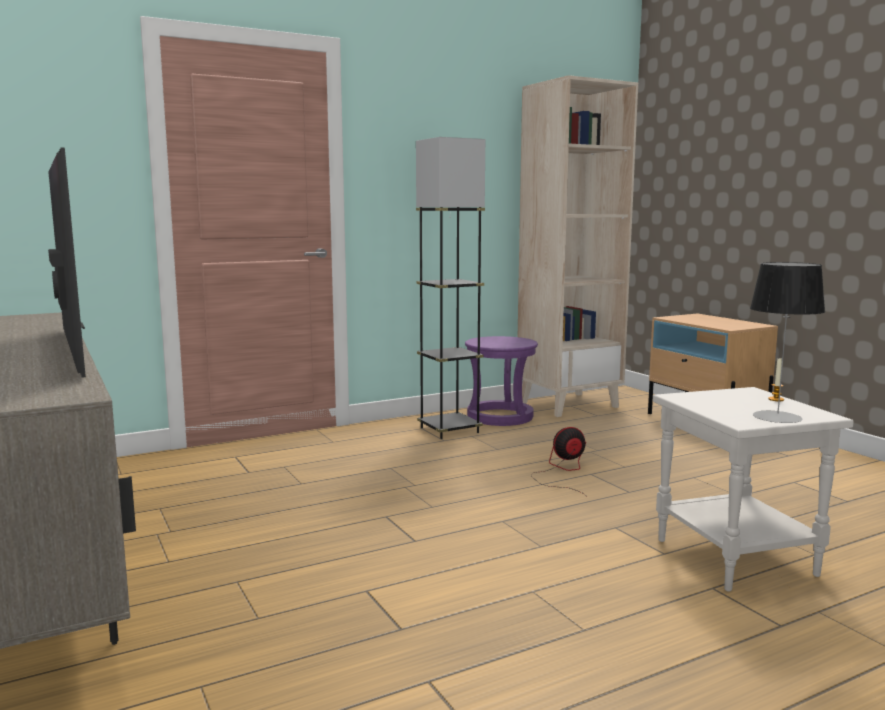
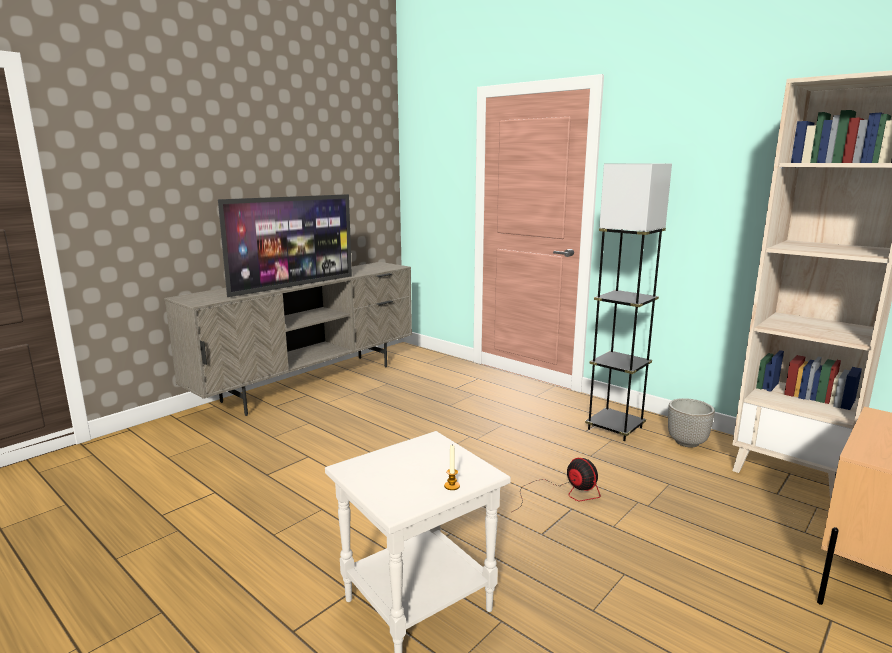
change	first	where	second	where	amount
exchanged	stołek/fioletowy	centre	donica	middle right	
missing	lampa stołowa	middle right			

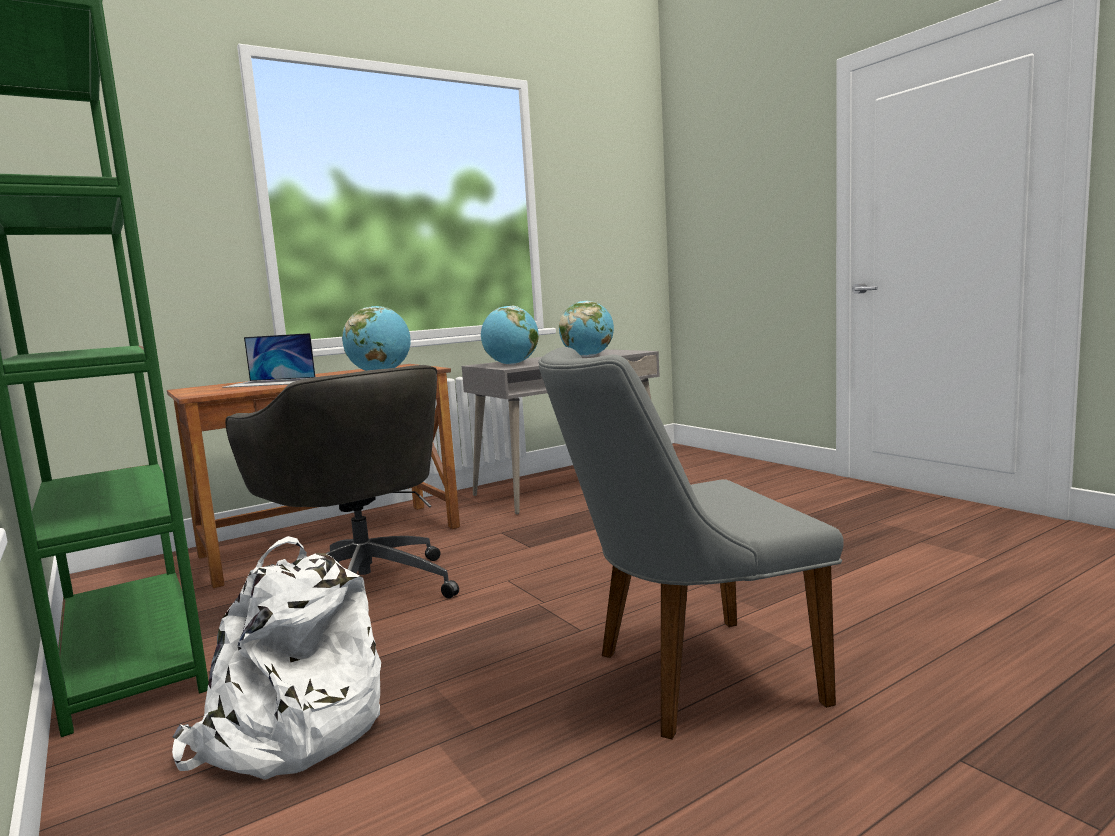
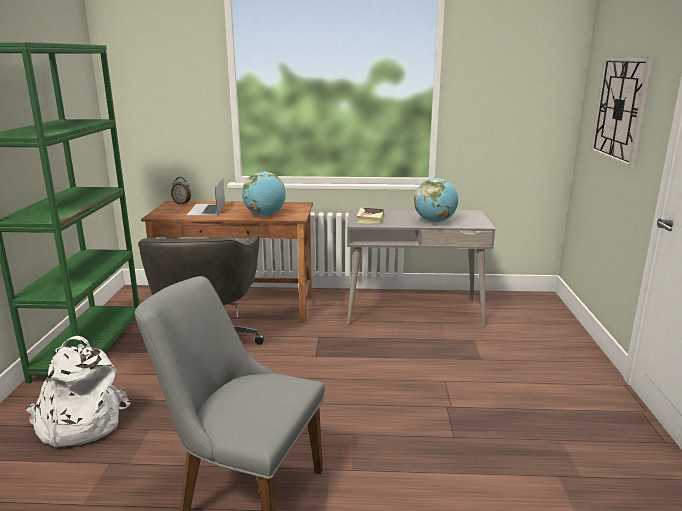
change	first	where	second	where	amount
spun	laptop	middle left		middle left	45 degrees clockwise
exchanged	globus (no. 2 from left)	centre	książka	centre	
appeared			budzik	middle left	
appeared			zegar ścienny	top right	

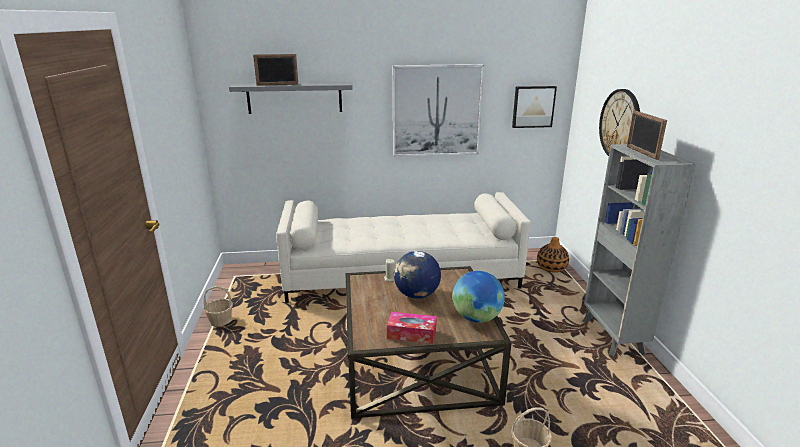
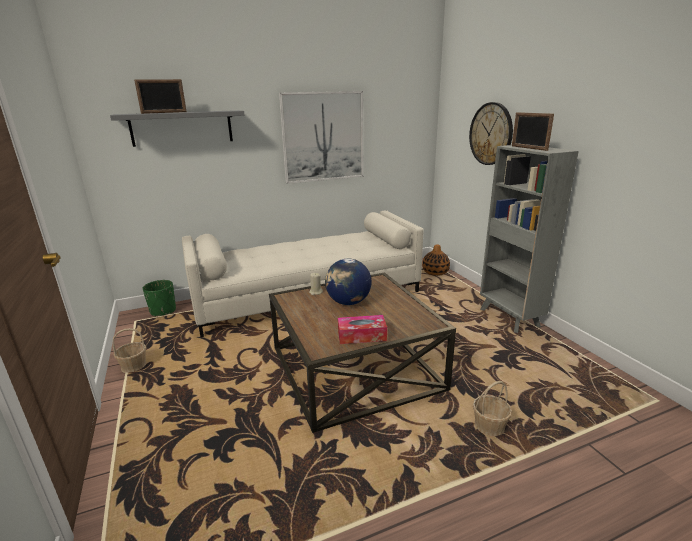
change	first	where	second	where	amount
missing	globus (no. 2 from left)	centre			
missing	obraz (no. 2 from left)	top right			
appeared			donica/zielony	middle left	

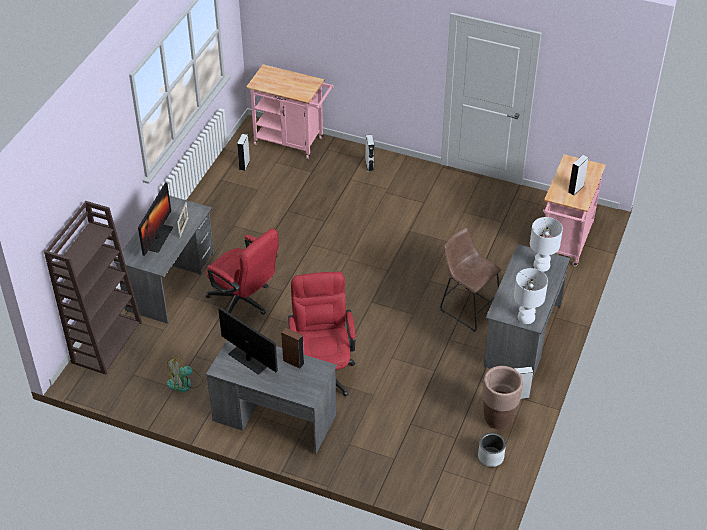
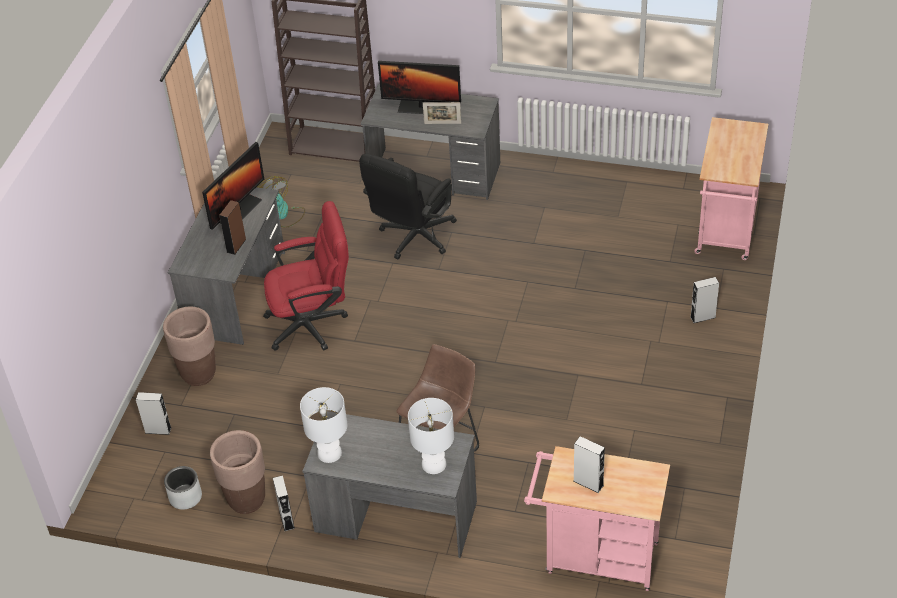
change	first	where	second	where	amount
colour	krzesło biurowe/czerwony (no. 1 from left)	centre	krzesło biurowe/czarny	centre	
relocated	głośnik/szary (no. 1 from left)	top centre		bottom left	
appeared			donica/brązowy (no. 1 from left)	middle left	

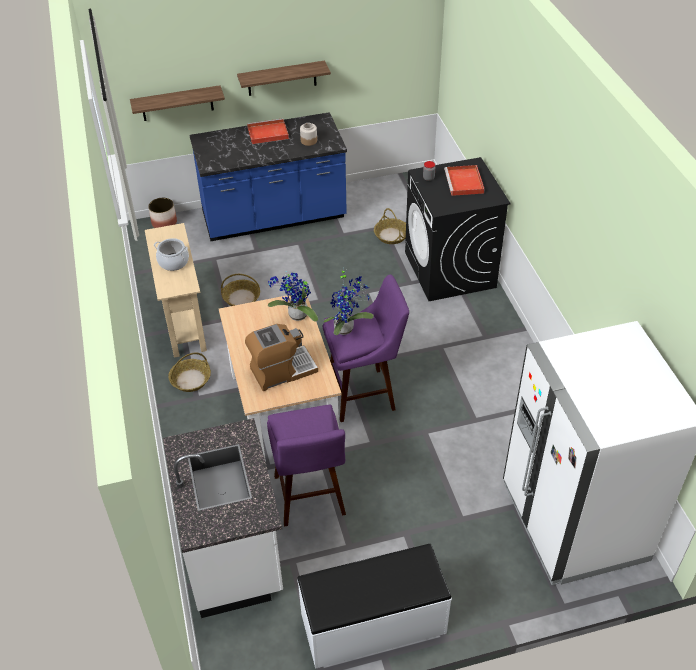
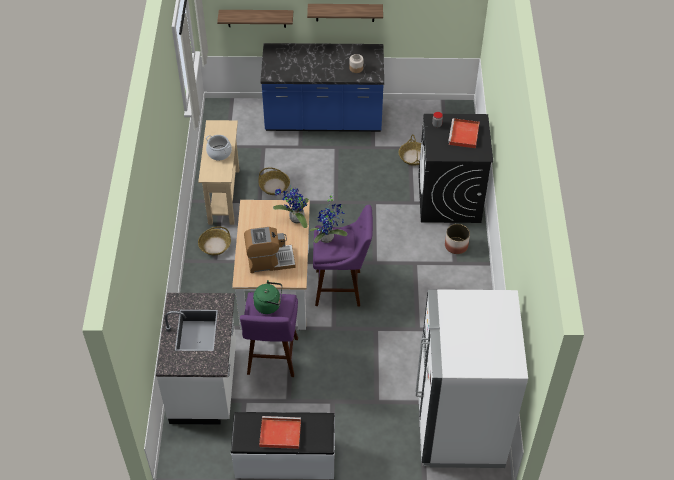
change	first	where	second	where	amount
relocated	donica	top left		middle right	
relocated	taca/czerwony (no. 1 from left)	top centre		bottom centre	
appeared			czajnik/zielony	centre	

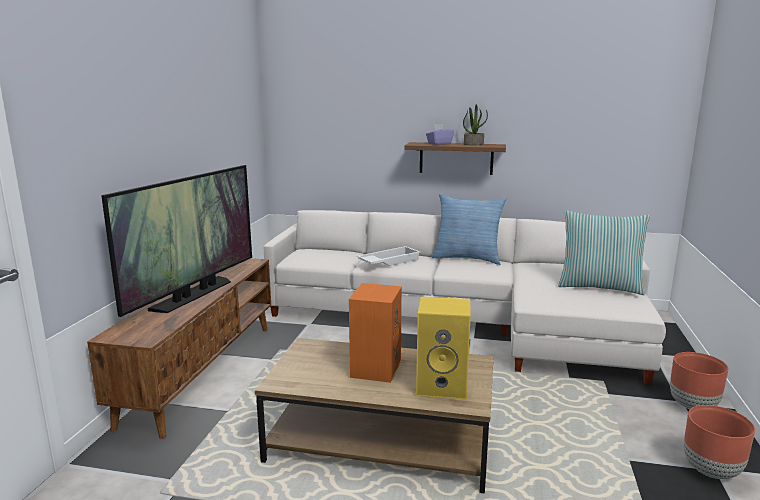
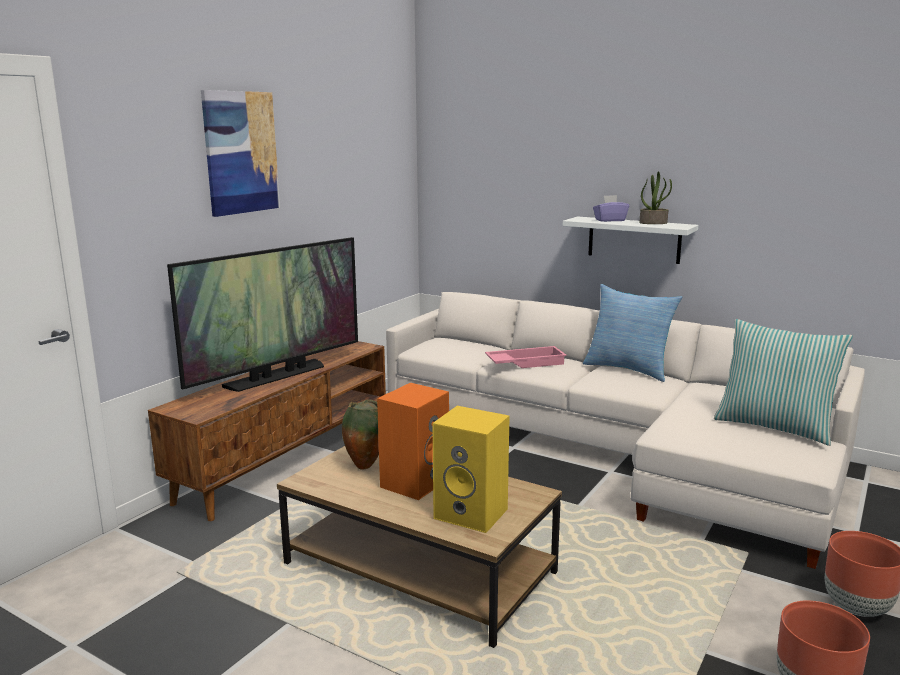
change	first	where	second	where	amount
colour	taca/biały	centre	taca/różowy	centre	
colour	półka/brązowy	top centre	półka/biały	middle right	
appeared			obraz	top left	
appeared			wazon	centre	

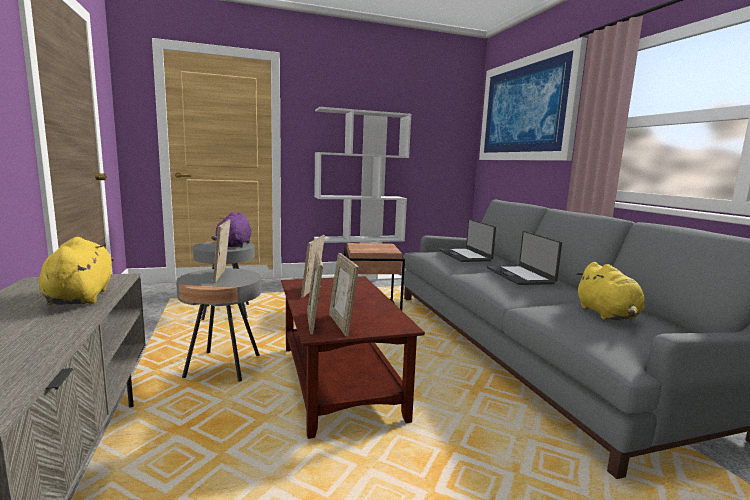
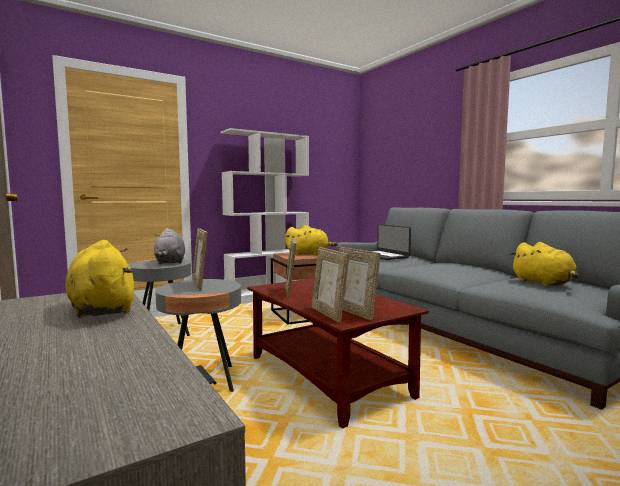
change	first	where	second	where	amount
colour	pluszak/fioletowy	middle left	pluszak/szary	middle left	
missing	obraz	top right			
missing	laptop (no. 2 from left)	middle right			
appeared			pluszak/żółty (no. 2 from left)	centre	

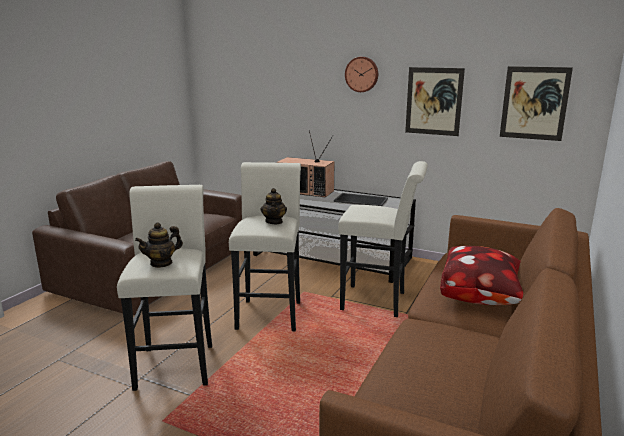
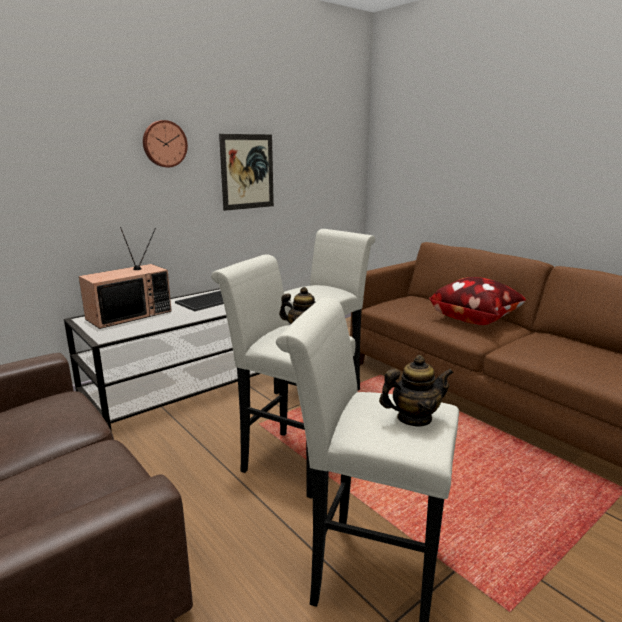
change	first	where	second	where	amount
spun	imbryk (no. 1 from left in the first image)	middle left	imbryk (no. 2 from left)	middle right	90 degrees counterclockwise
missing	obraz (no. 2 from left)	top right			

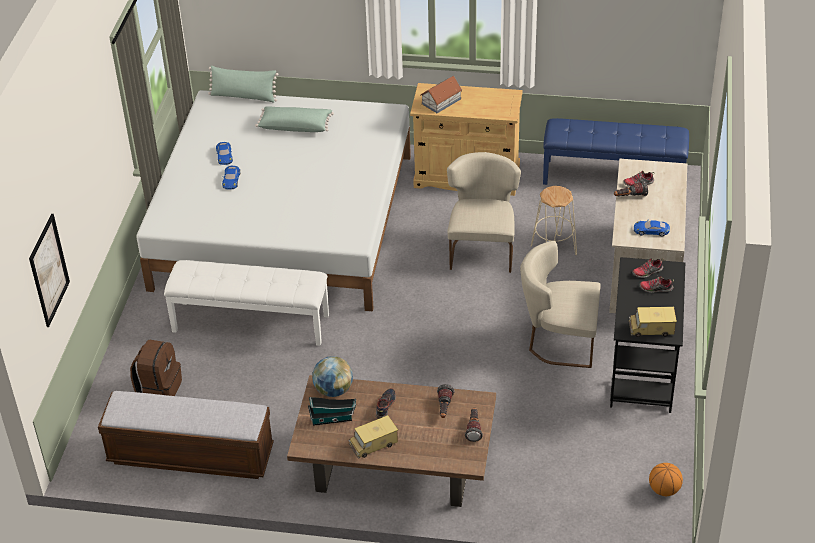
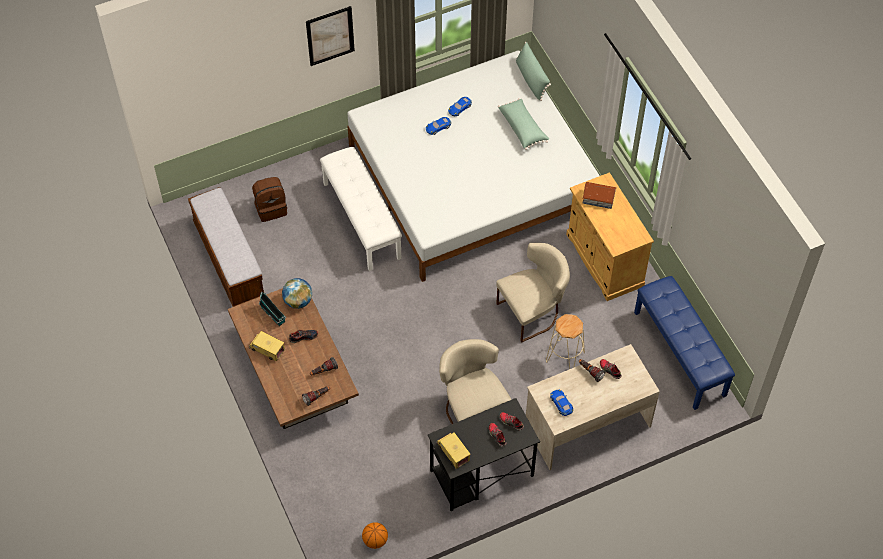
change	first	where	second	where	amount
relocated	obraz	middle left		top centre	

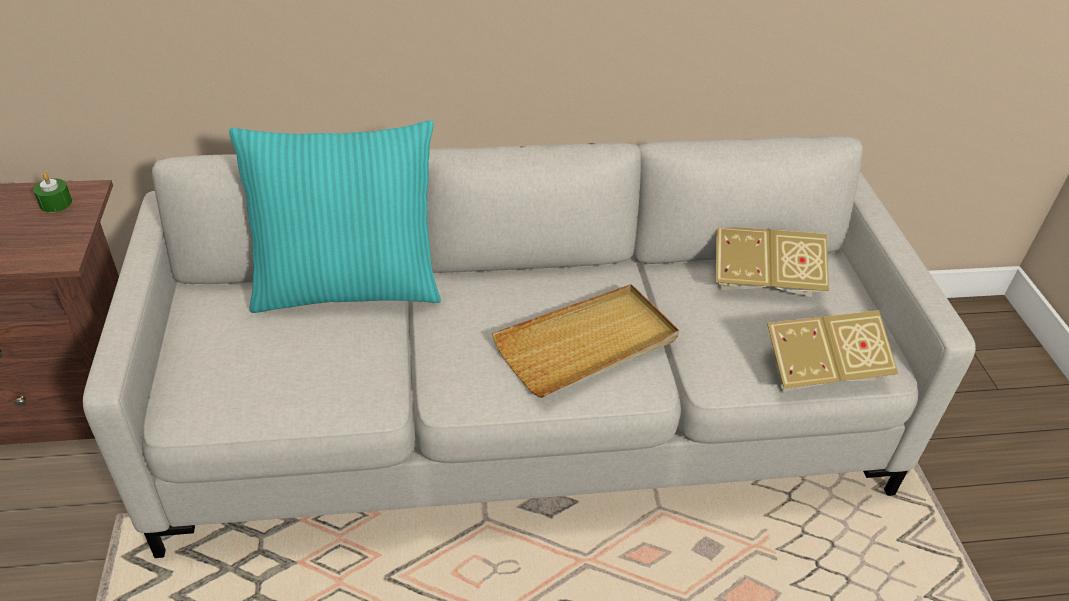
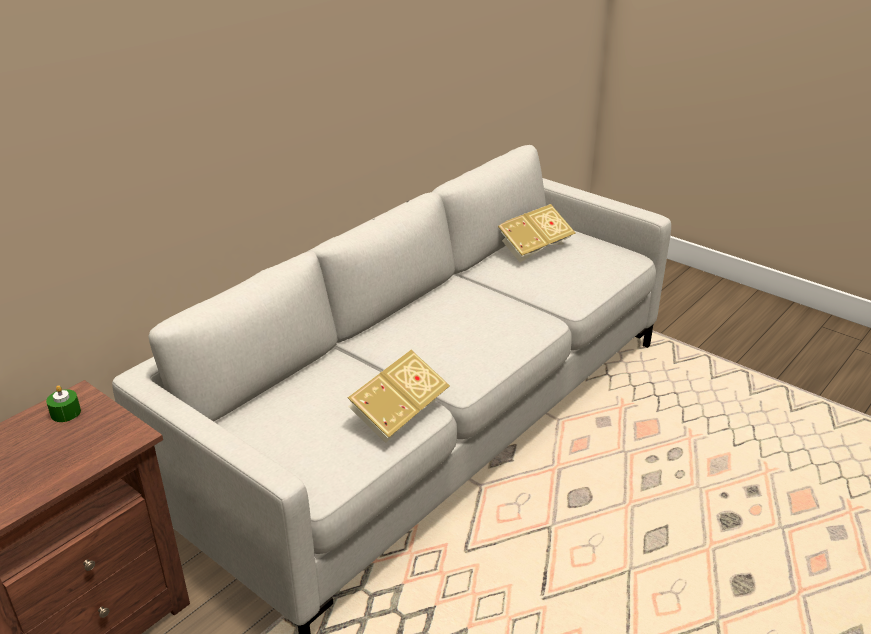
change	first	where	second	where	amount
missing	poduszka/turkusowy	middle left			
missing	taca/beżowy	centre			
relocated	książka (no. 2 from left in the first image)	middle right	książka (no. 1 from left)	centre	

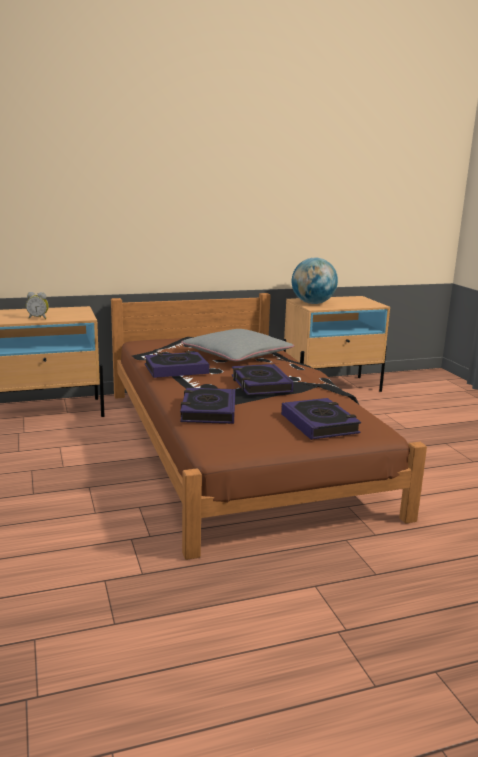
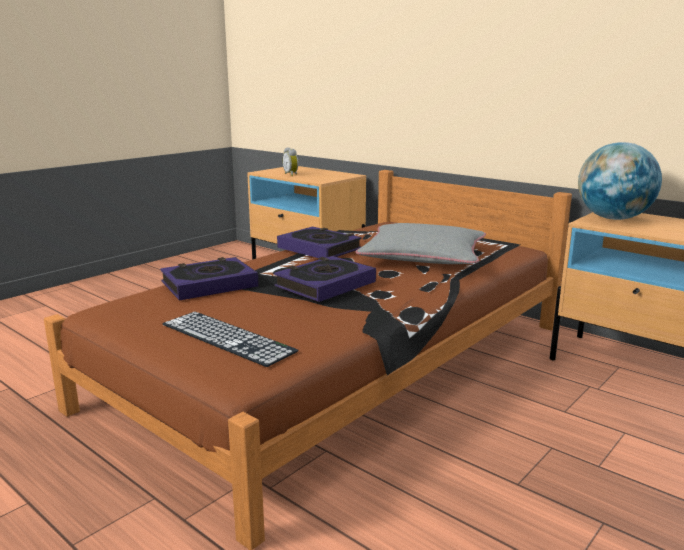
change	first	where	second	where	amount
exchanged	książka (no. 4 from left)	middle right	klawiatura	centre	

